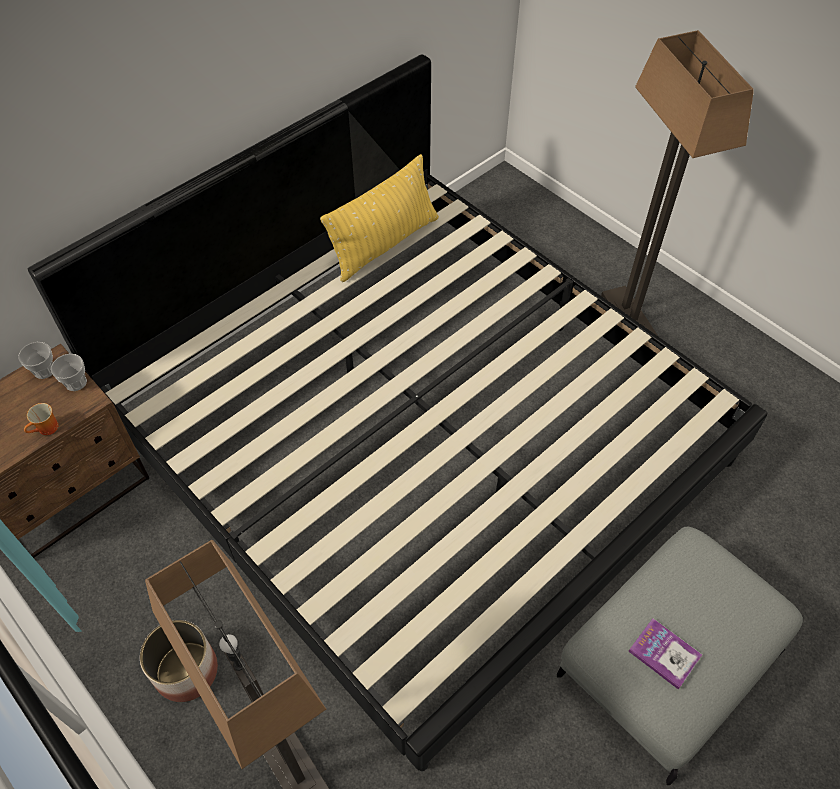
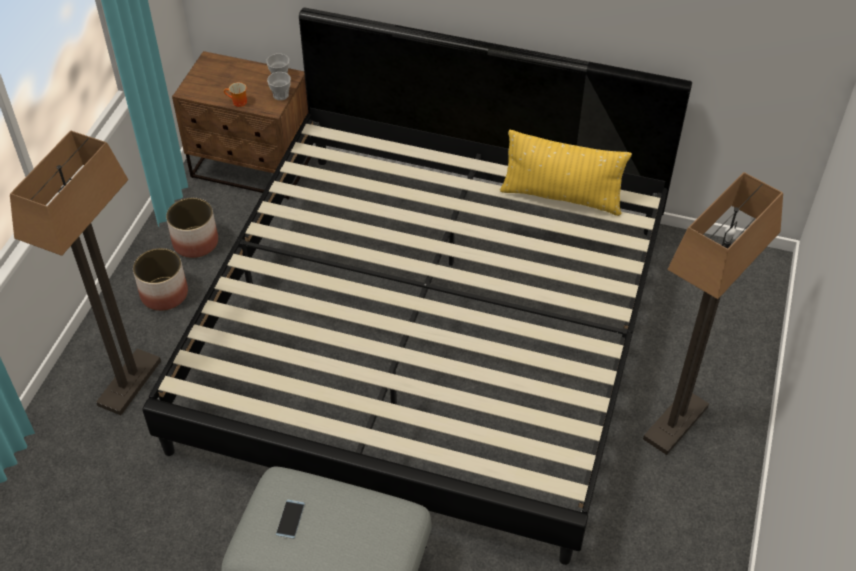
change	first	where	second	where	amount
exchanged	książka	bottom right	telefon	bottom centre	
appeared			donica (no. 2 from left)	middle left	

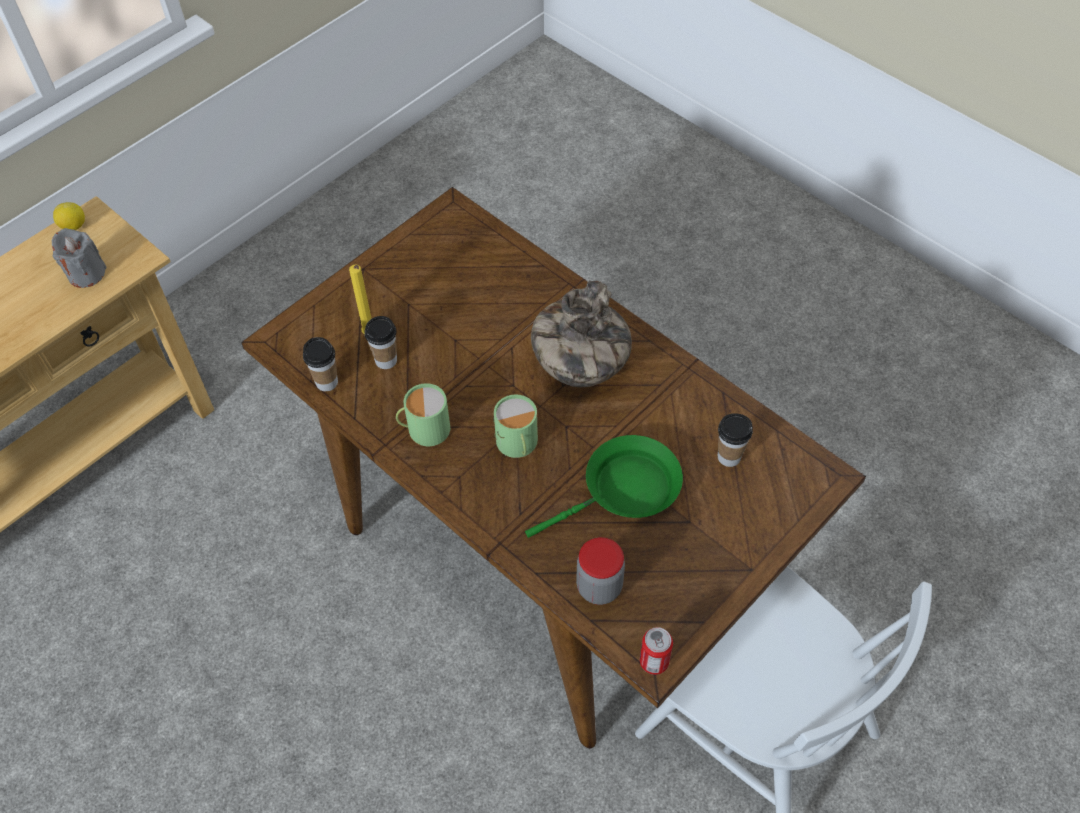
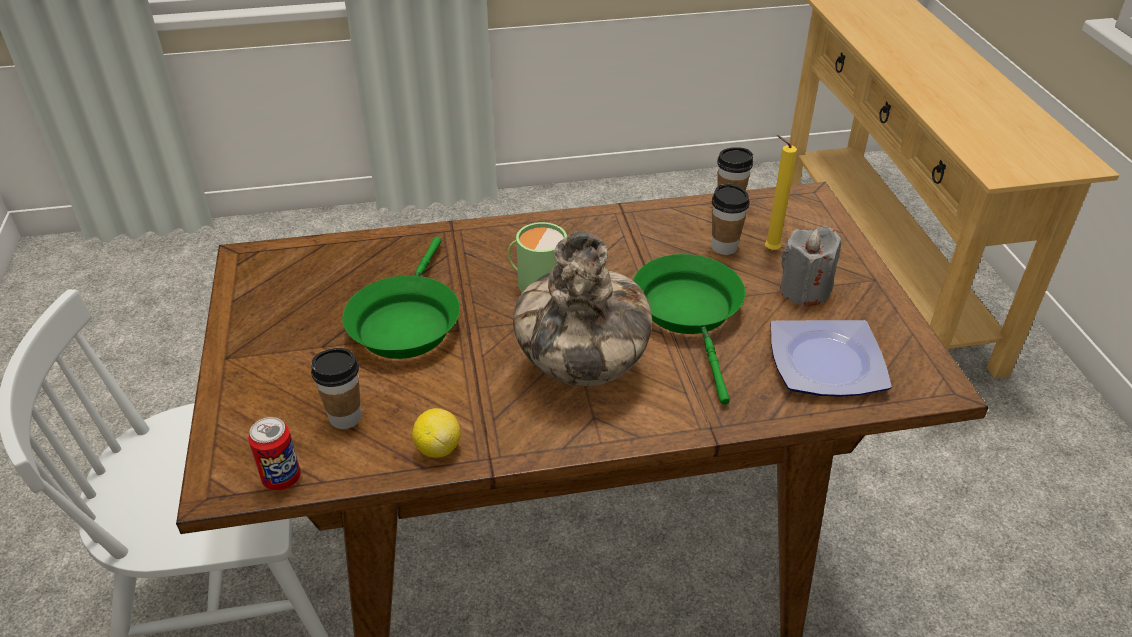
change	first	where	second	where	amount
relocated	świeca/szary	top left		middle right	
relocated	cytryna	top left		bottom centre	
missing	kubek/zielony (no. 1 from left)	centre			
missing	słoik	bottom centre			
relocated	puszka	bottom centre		bottom left	
appeared			patelnia/zielony (no. 2 from left)	centre	
appeared			talerz	middle right	

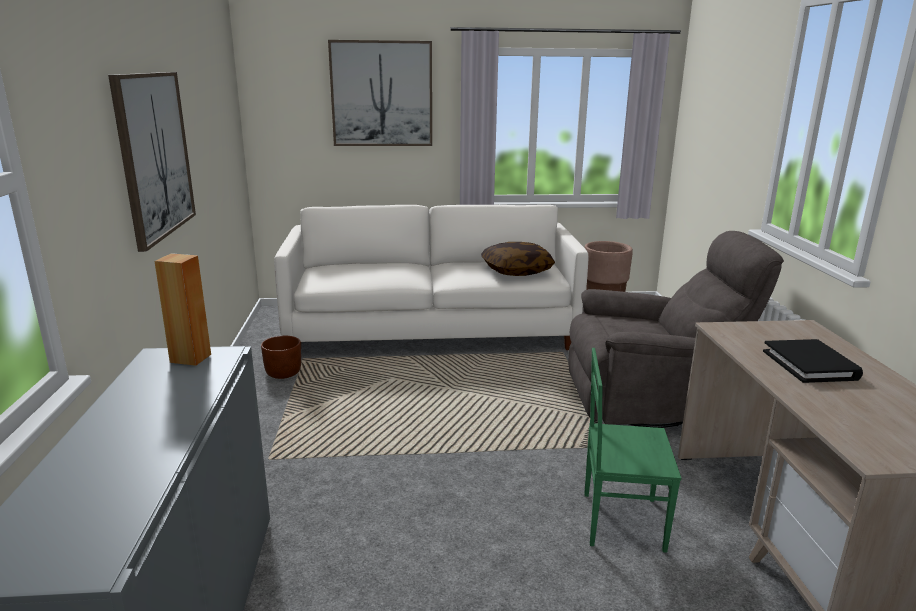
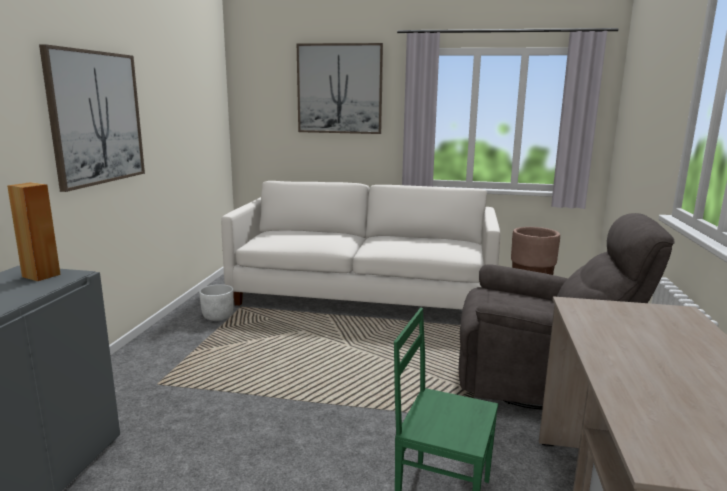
change	first	where	second	where	amount
colour	donica/brązowy (no. 1 from left)	middle left	donica/biały	middle left	
missing	poduszka	centre			
missing	książka/czarny	middle right			

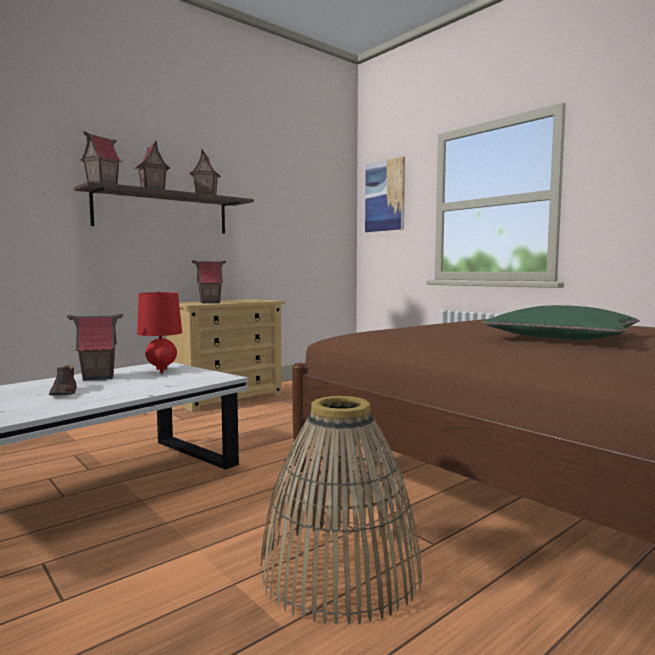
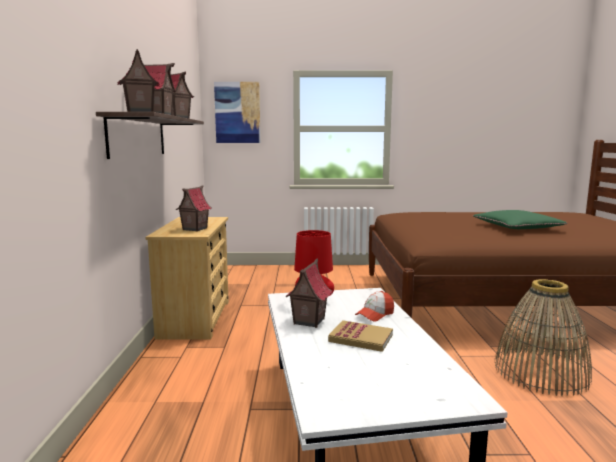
change	first	where	second	where	amount
exchanged	but/brązowy	middle left	książka	bottom centre	
appeared			czapka z daszkiem	centre	

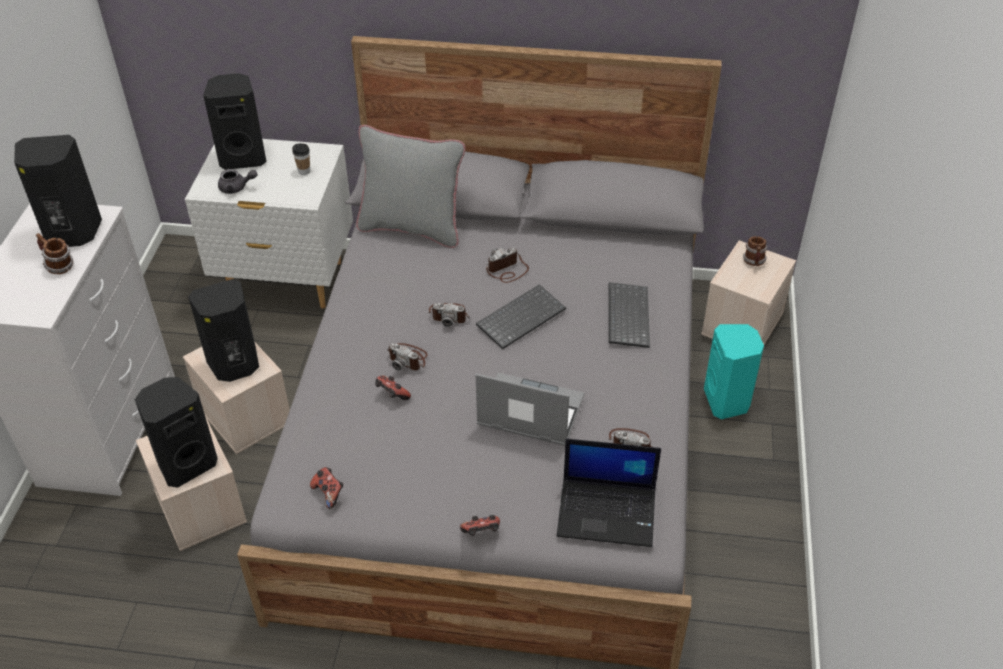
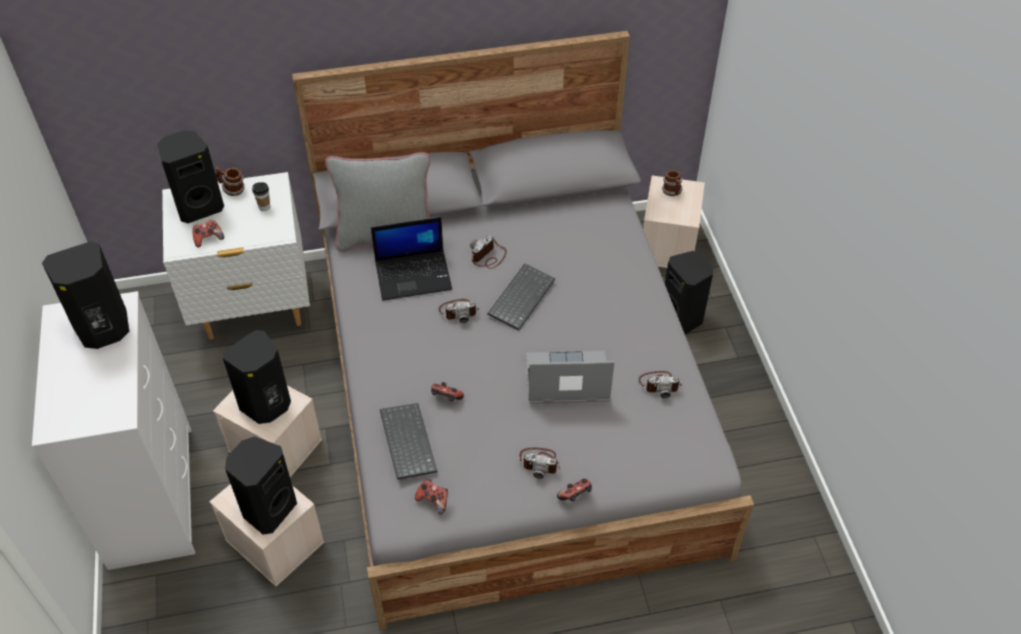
change	first	where	second	where	amount
relocated	kubek (no. 1 from left)	middle left		top left	
exchanged	imbryk/szary	top left	pad do gier (no. 1 from left)	middle left	
relocated	aparat fotograficzny (no. 1 from left in the first image)	centre	aparat fotograficzny (no. 3 from left)	bottom centre	
relocated	laptop (no. 2 from left in the first image)	bottom centre	laptop (no. 1 from left)	centre	
relocated	klawiatura (no. 2 from left in the first image)	centre	klawiatura (no. 1 from left)	bottom centre	
colour	głośnik/turkusowy	middle right	głośnik/czarny (no. 5 from left)	middle right	

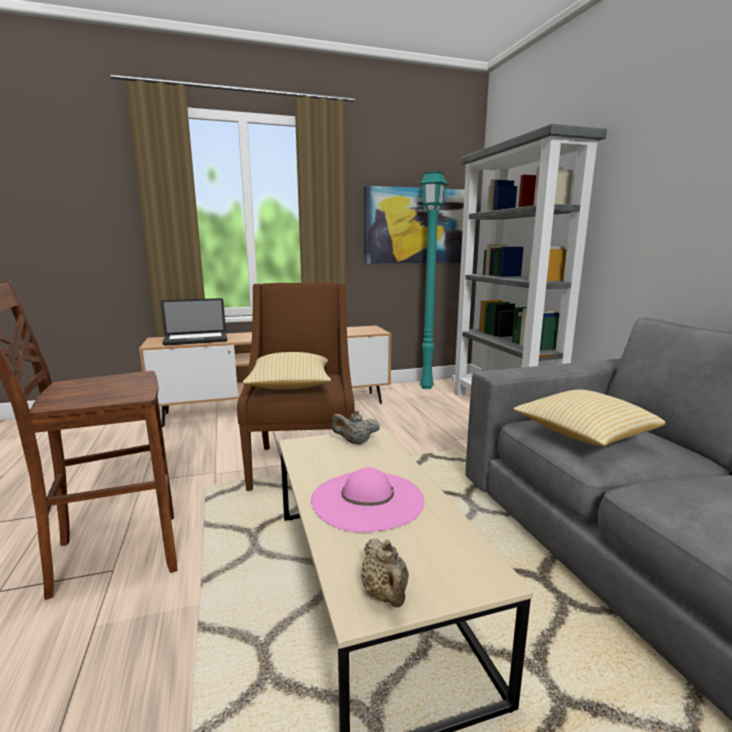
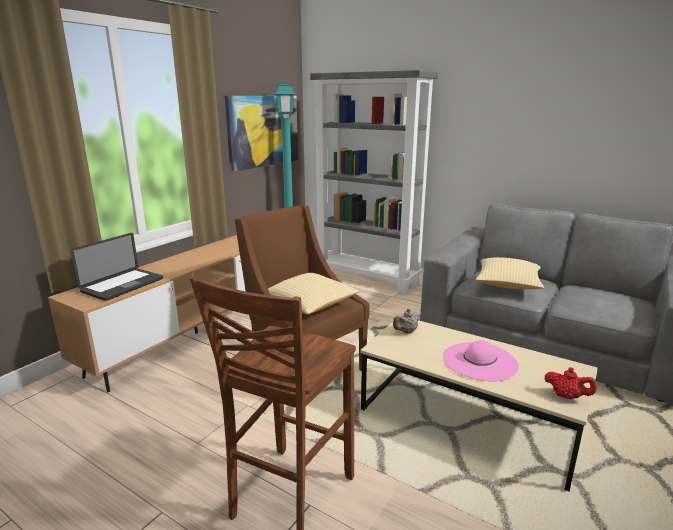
change	first	where	second	where	amount
colour	imbryk/beżowy (no. 2 from left)	bottom centre	imbryk/czerwony	bottom right	

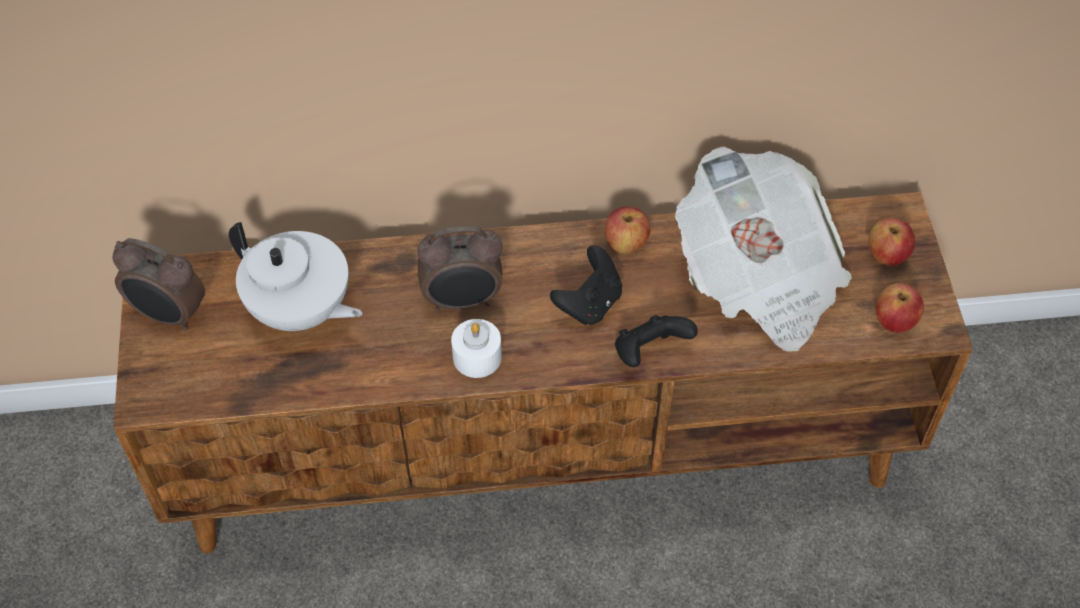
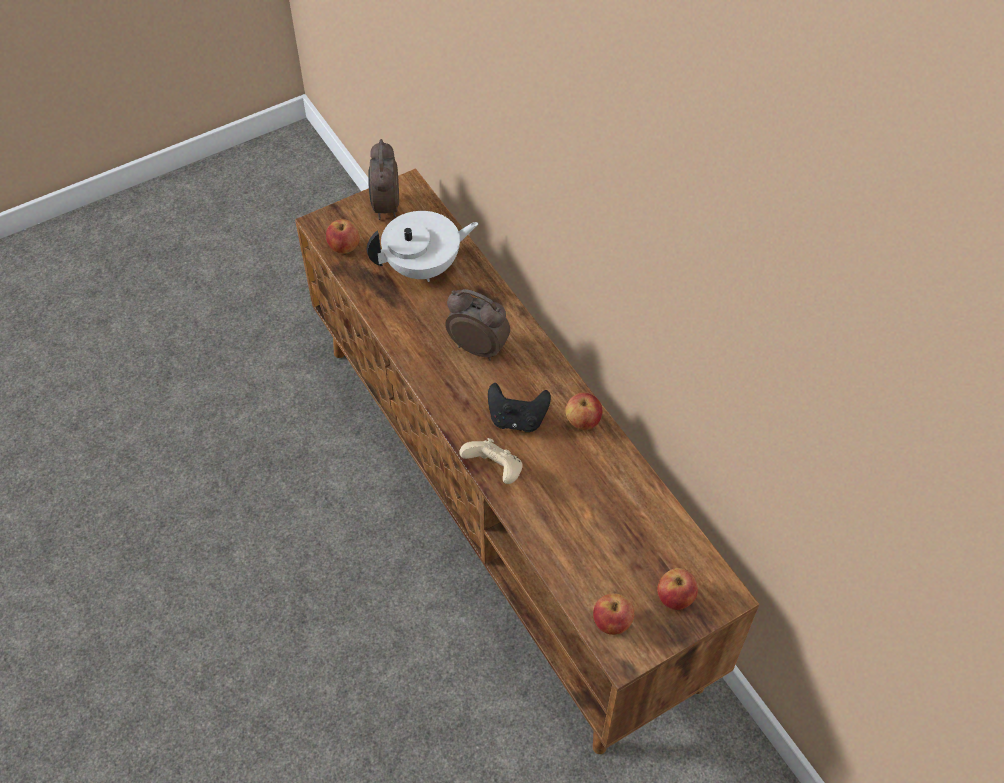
change	first	where	second	where	amount
spun	imbryk/biały	middle left		top centre	120 degrees counterclockwise
spun	budzik (no. 2 from left)	centre		centre	150 degrees clockwise
missing	świeca/biały	centre			
colour	pad do gier/czarny (no. 2 from left)	centre	pad do gier/beżowy	centre	
missing	gazeta	middle right			
appeared			jabłko (no. 1 from left)	top centre	

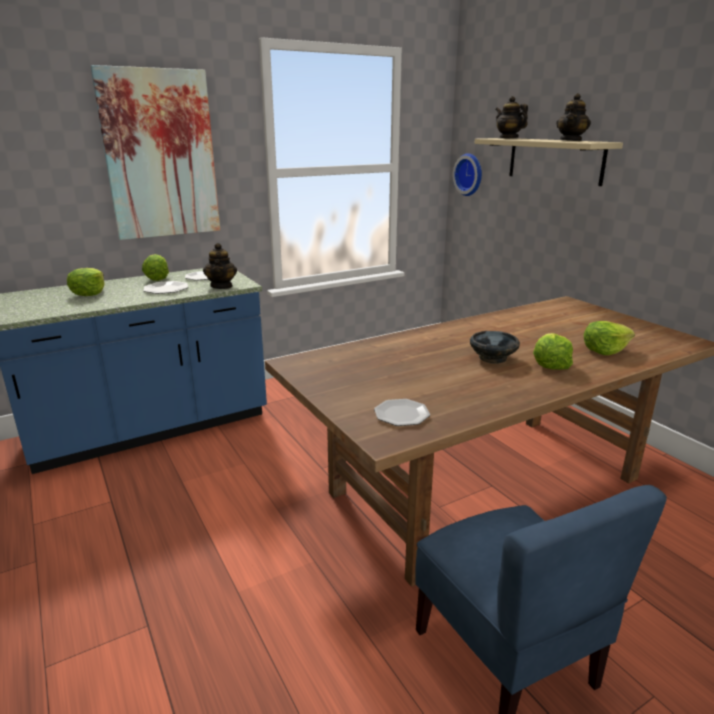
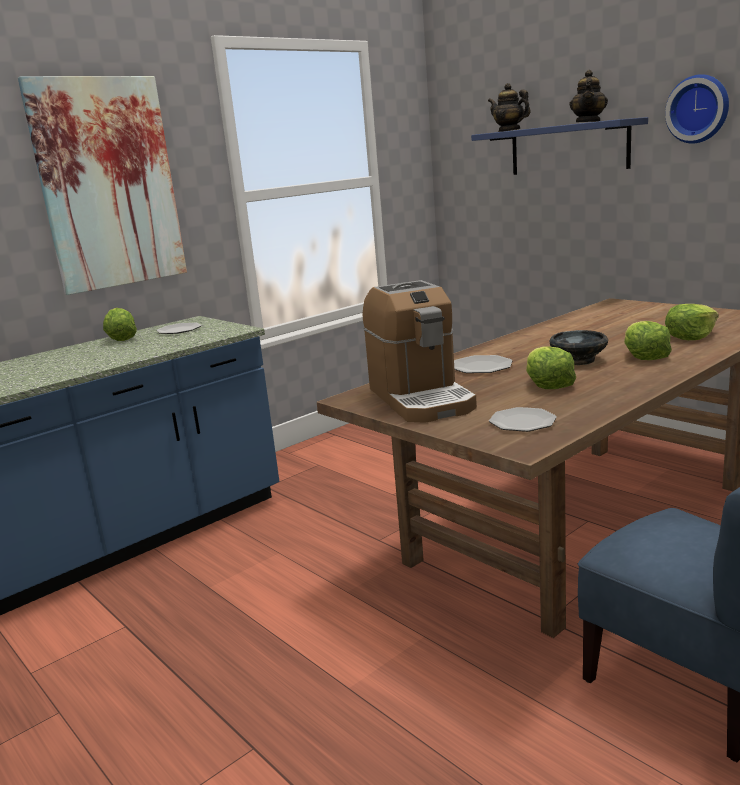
change	first	where	second	where	amount
relocated	sałata (no. 1 from left in the first image)	middle left	sałata (no. 2 from left)	middle right	
relocated	talerz (no. 1 from left in the first image)	middle left	talerz (no. 2 from left)	centre	
missing	imbryk (no. 1 from left)	middle left			
relocated	zegar ścienny	top centre		top right	
colour	półka/beżowy	top right	półka/niebieski	top right	
appeared			ekspres do kawy	centre	

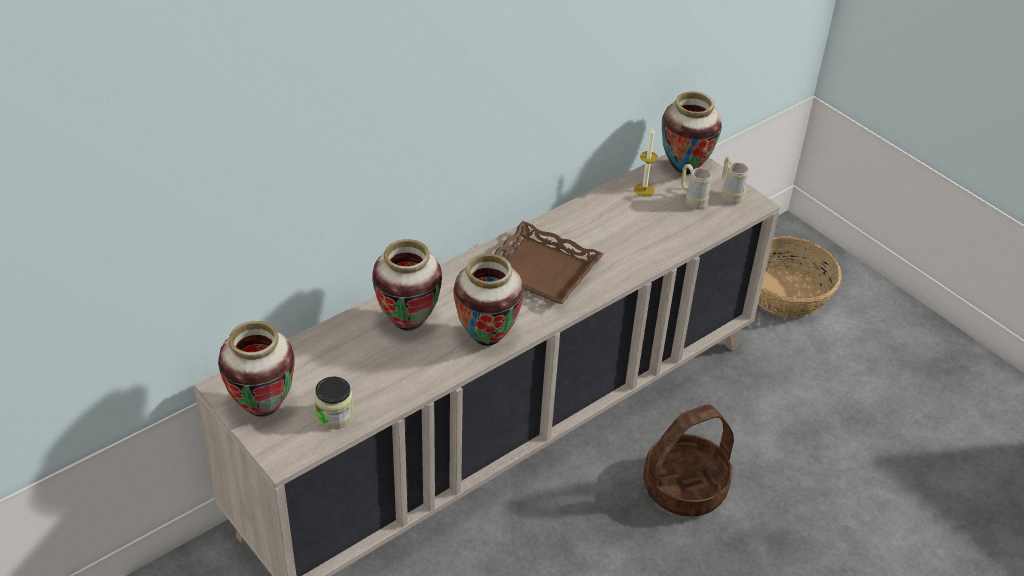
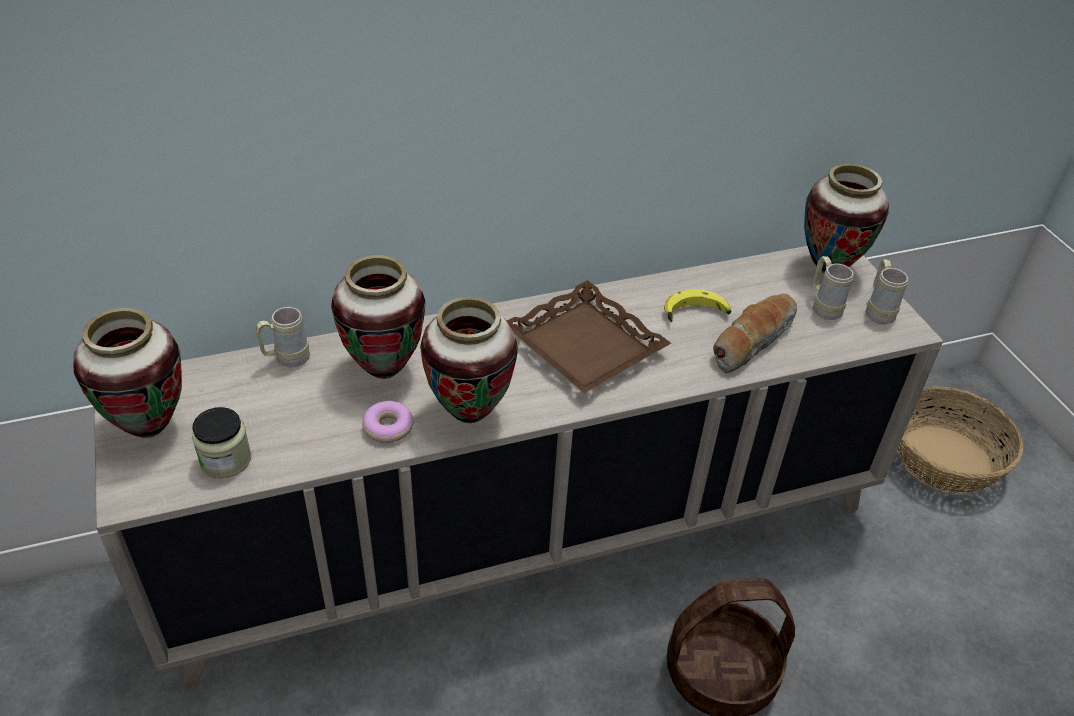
change	first	where	second	where	amount
missing	świeca	top centre			
appeared			kubek/beżowy (no. 1 from left)	middle left	
appeared			donut	centre	
appeared			banan	centre	
appeared			chleb	middle right	

